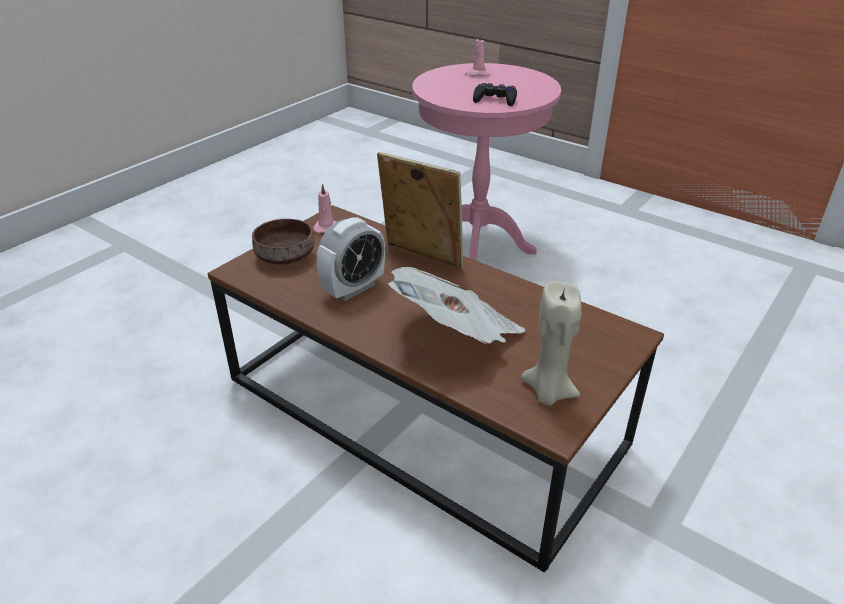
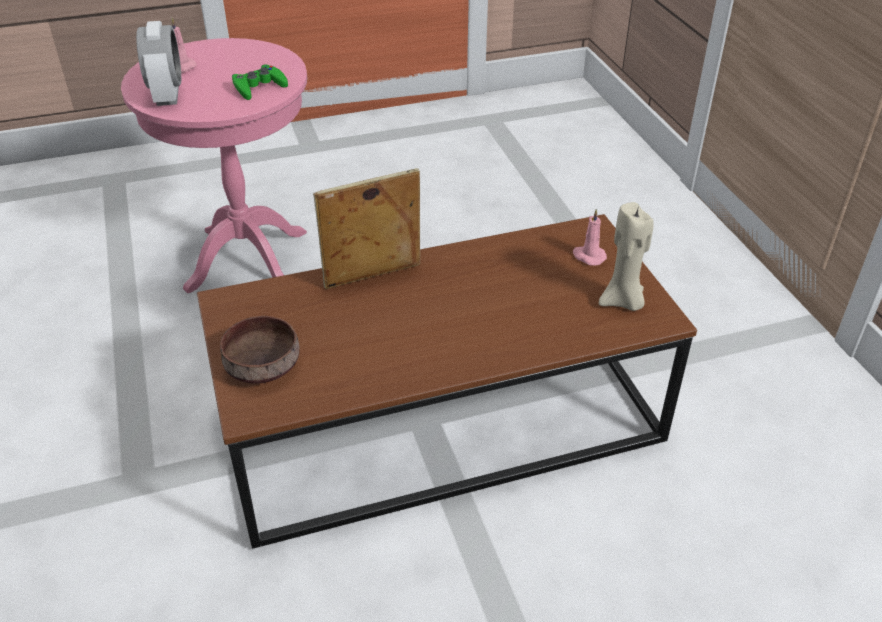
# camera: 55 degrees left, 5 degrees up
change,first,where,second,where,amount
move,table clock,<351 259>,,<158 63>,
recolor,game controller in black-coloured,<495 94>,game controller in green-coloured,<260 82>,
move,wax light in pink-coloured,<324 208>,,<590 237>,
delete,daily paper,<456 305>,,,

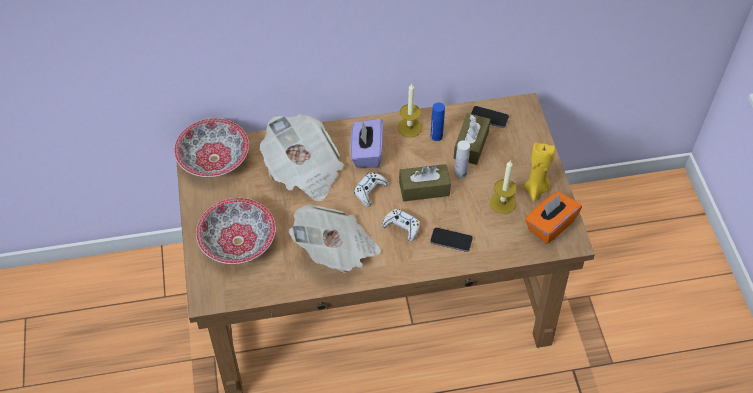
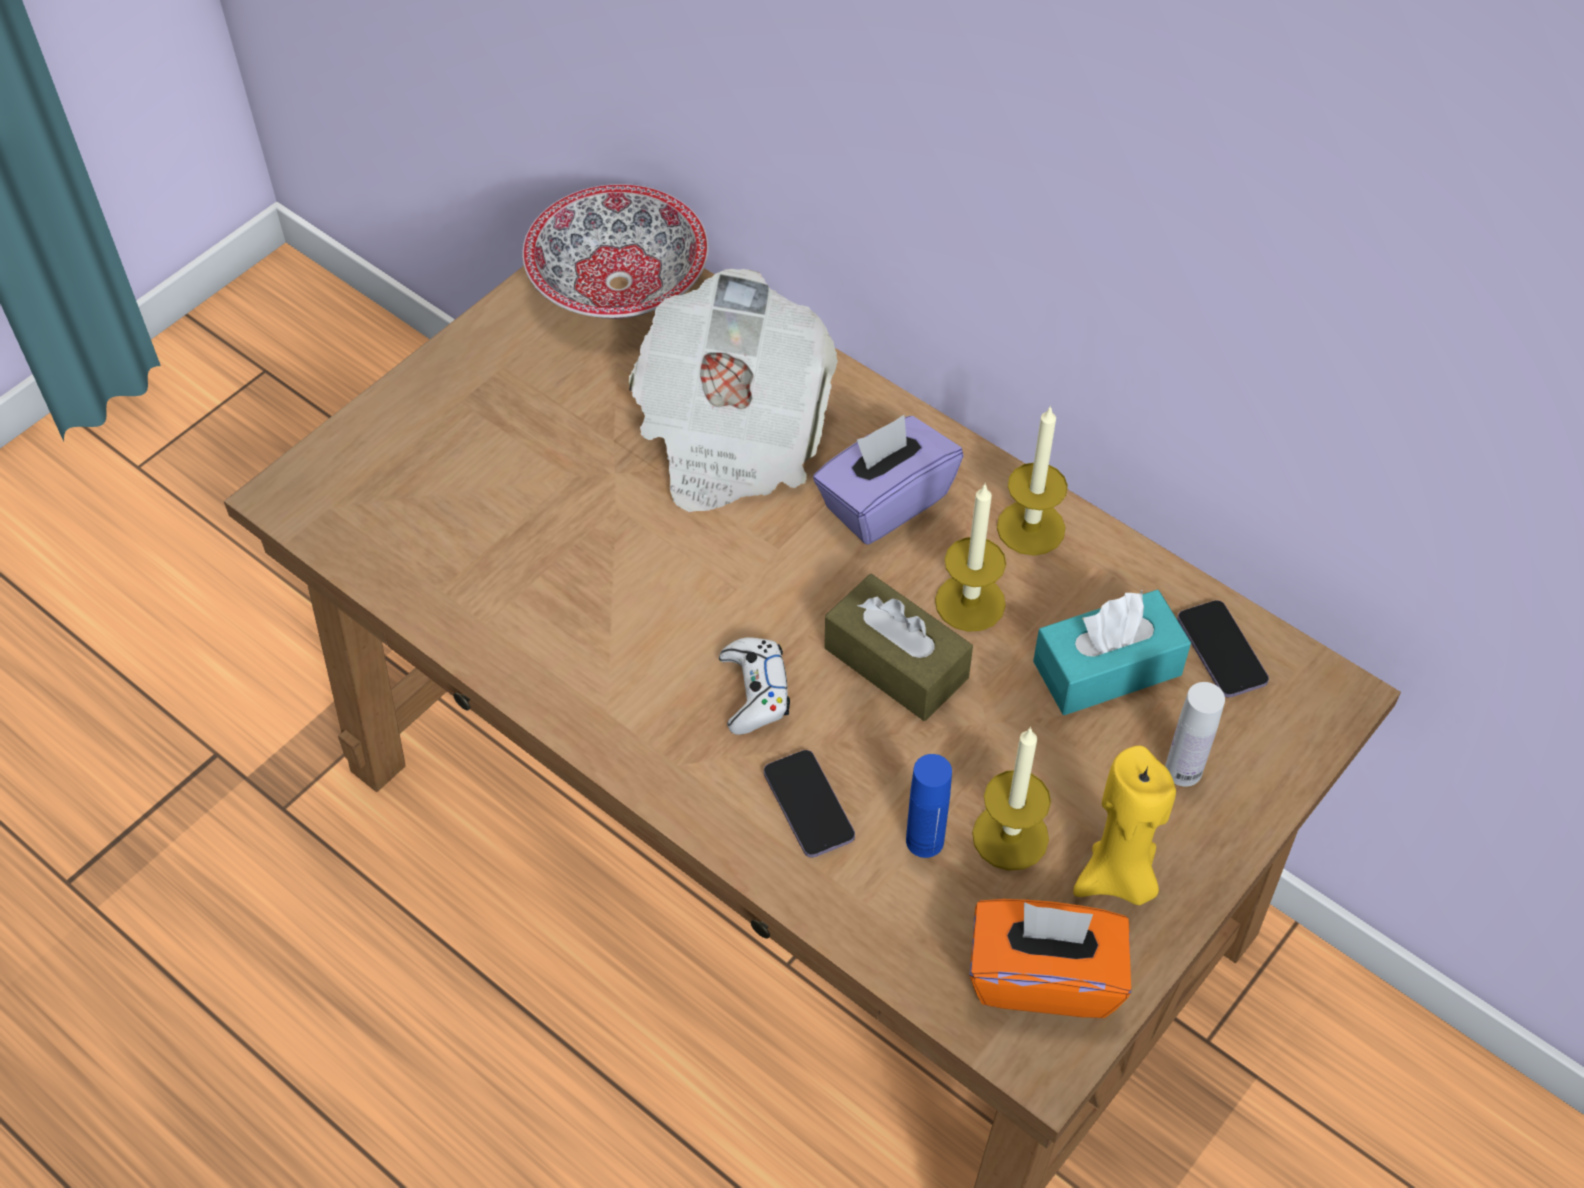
# camera: 50 degrees right, 0 degrees up
change,first,where,second,where,amount
move,bottle in blue-coloured,<437 122>,,<929 806>,
insert,,,wax light,<970 558>,
recolor,tissue box in brown-coloured,<472 139>,tissue box in turquoise,<1112 652>,
move,bottle in white,<462 159>,,<1195 734>,
delete,bowl,<236 231>,,,
delete,daily paper,<334 238>,,,
delete,game controller in white,<371 189>,,,

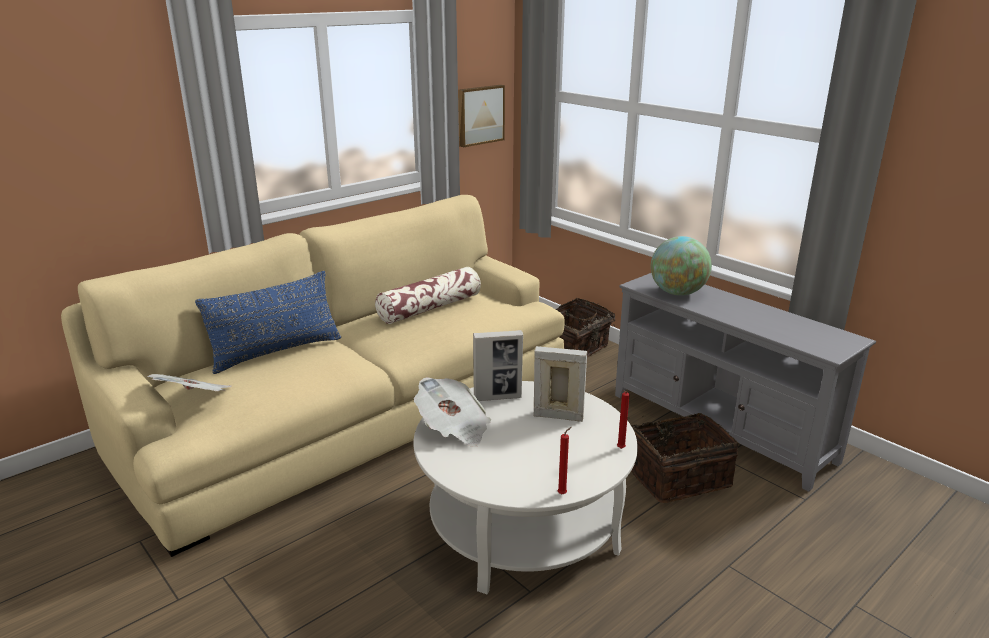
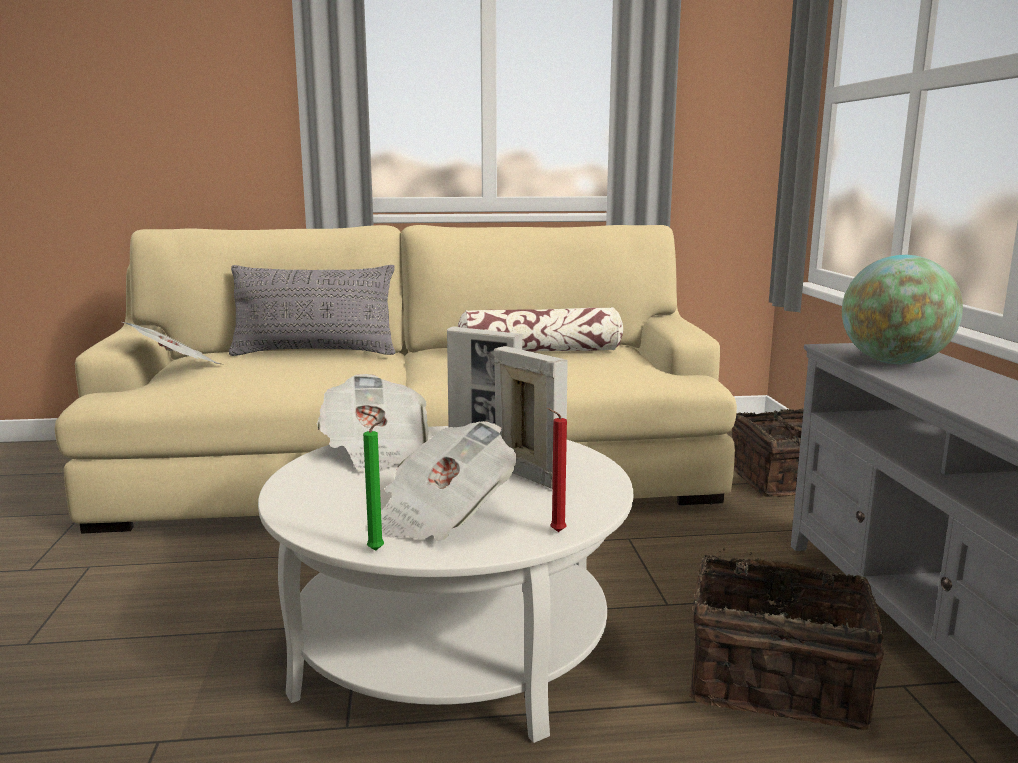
# camera: 35 degrees right, 10 degrees down
change,first,where,second,where,amount
recolor,cushion in blue-coloured,<268 322>,cushion in greyish,<312 310>,
recolor,wax light in reddish,<564 460>,wax light in green-coloured,<374 485>,
insert,,,daily paper,<449 481>,
delete,wall picture,<481 116>,,,

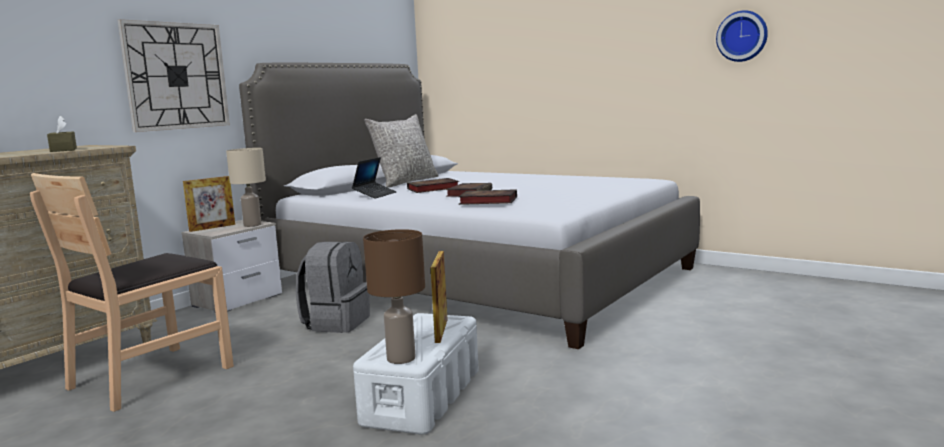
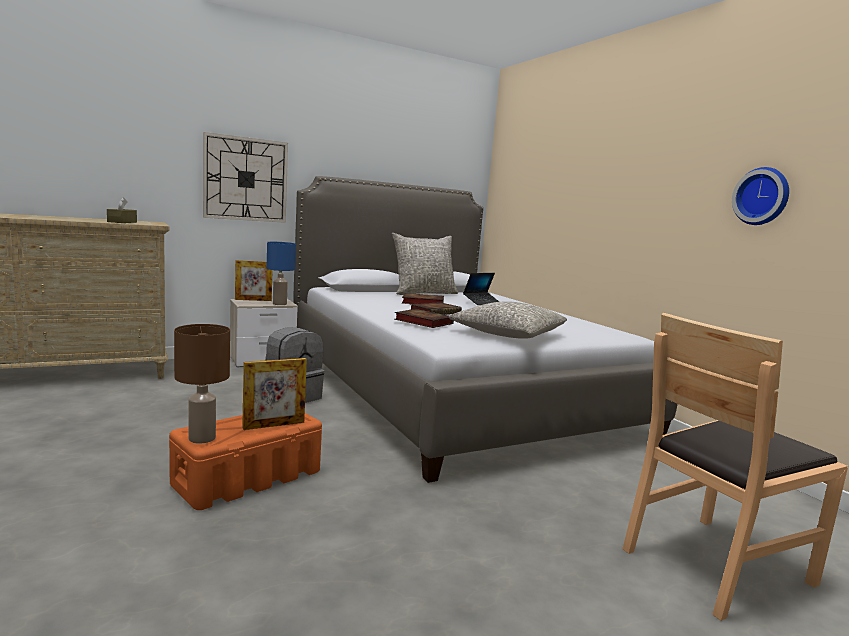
# camera: 25 degrees right, 0 degrees up
change,first,where,second,where,amount
recolor,storage container in white,<416 374>,storage container in orange-coloured,<245 461>,
rotate,photo frame,<439 297>,,<274 394>,150 degrees counterclockwise
recolor,tabletop lamp in sand-coloured,<246 187>,tabletop lamp in blue-coloured,<281 273>,
insert,,,cushion in greyish,<508 320>,
move,laptop,<374 178>,,<481 289>,
move,upright chair in brown-coloured,<132 292>,,<735 467>,

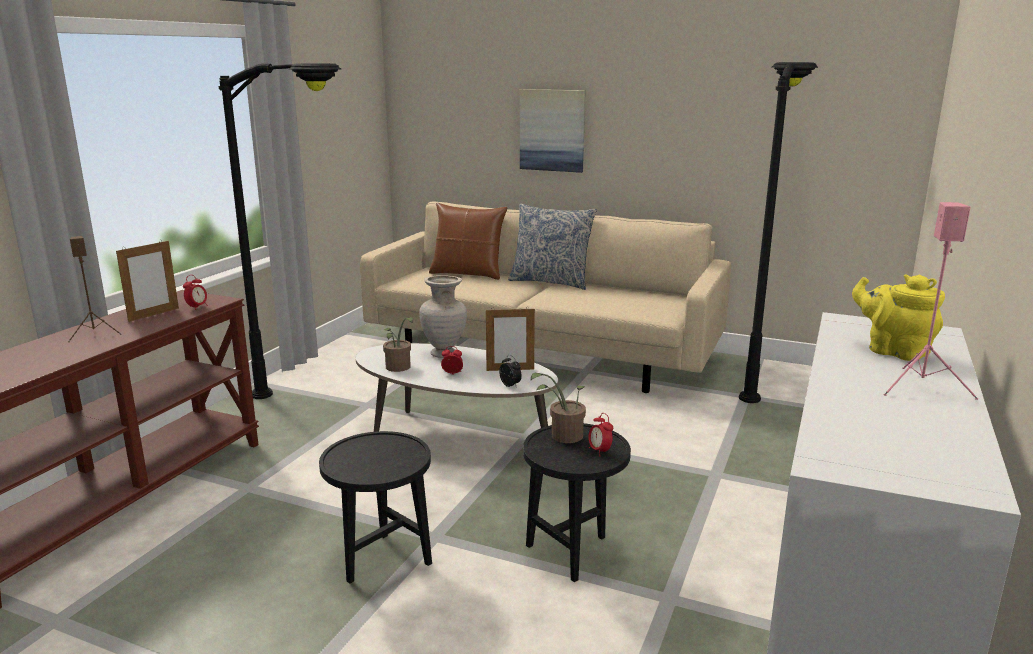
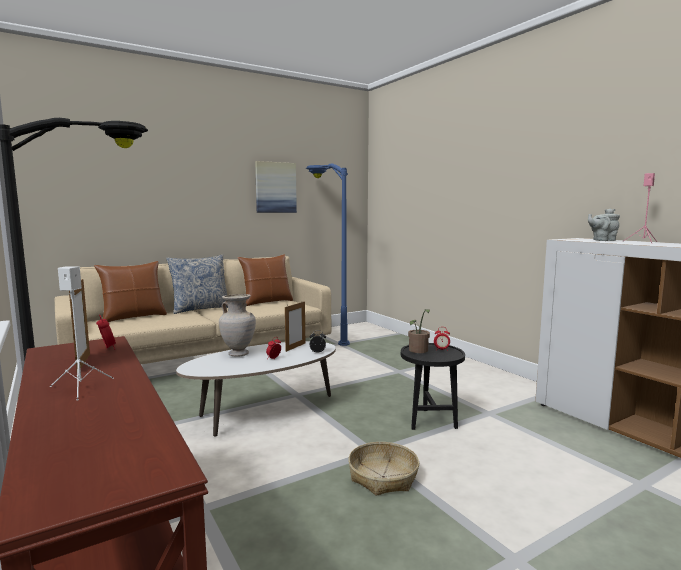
# camera: 55 degrees left, 10 degrees down
change,first,where,second,where,amount
recolor,audio speaker in brown-coloured,<94 289>,audio speaker in white,<82 333>,
insert,,,cushion in brown-coloured,<265 280>,
move,wall picture,<552 131>,,<276 187>,
recolor,standard lamp in black-coloured,<778 232>,standard lamp in blue-coloured,<328 254>,
replace,end table in black-coloured,<375 507>,household basket,<383 469>,
recolor,pot for tea in yellowish,<898 317>,pot for tea in greyish,<604 225>,
delete,plant in a pot,<398 344>,,,

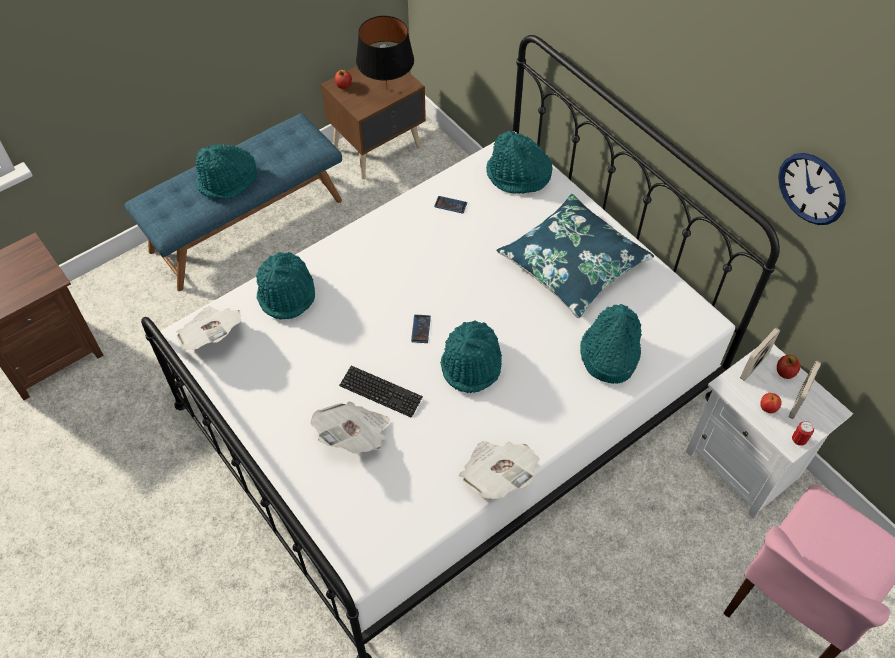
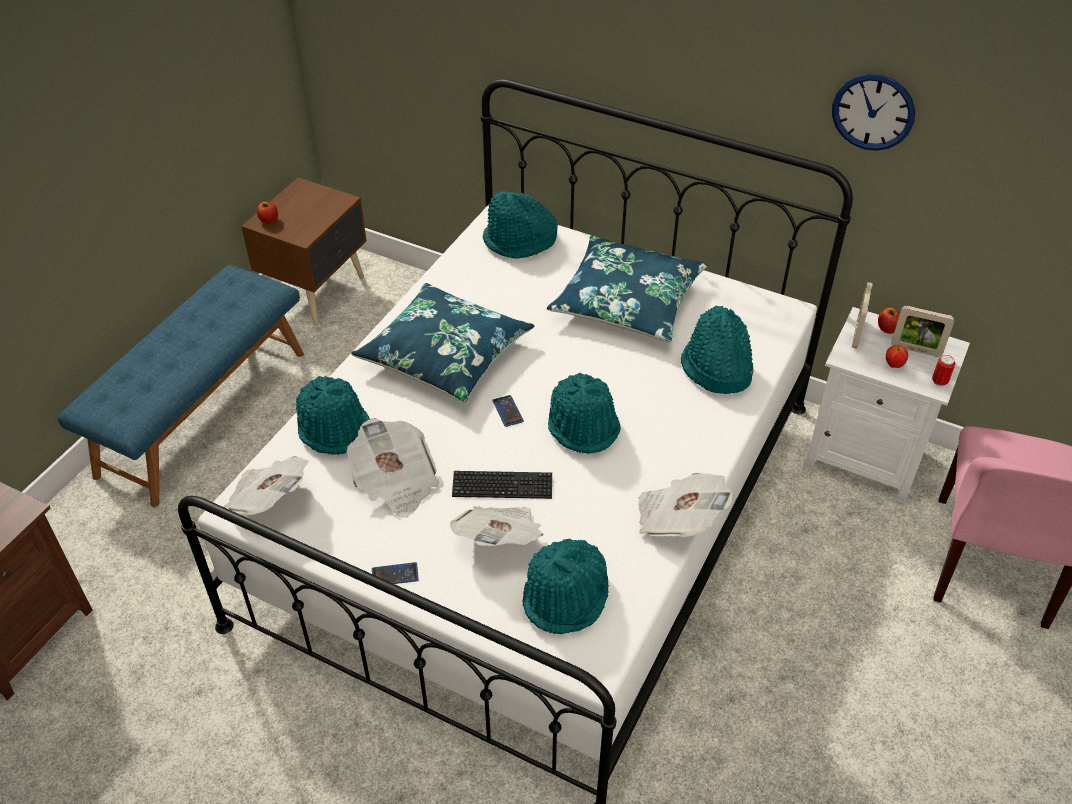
# camera: 25 degrees left, 10 degrees down
change,first,where,second,where,amount
insert,,,daily paper,<393 468>,
insert,,,cushion in blue-coloured,<442 343>,
move,handset,<450 205>,,<395 573>,
move,hat in turquoise,<226 172>,,<566 586>,
rotate,photo frame,<804 390>,,<922 331>,75 degrees counterclockwise
delete,tabletop lamp in black-coloured,<385 53>,,,

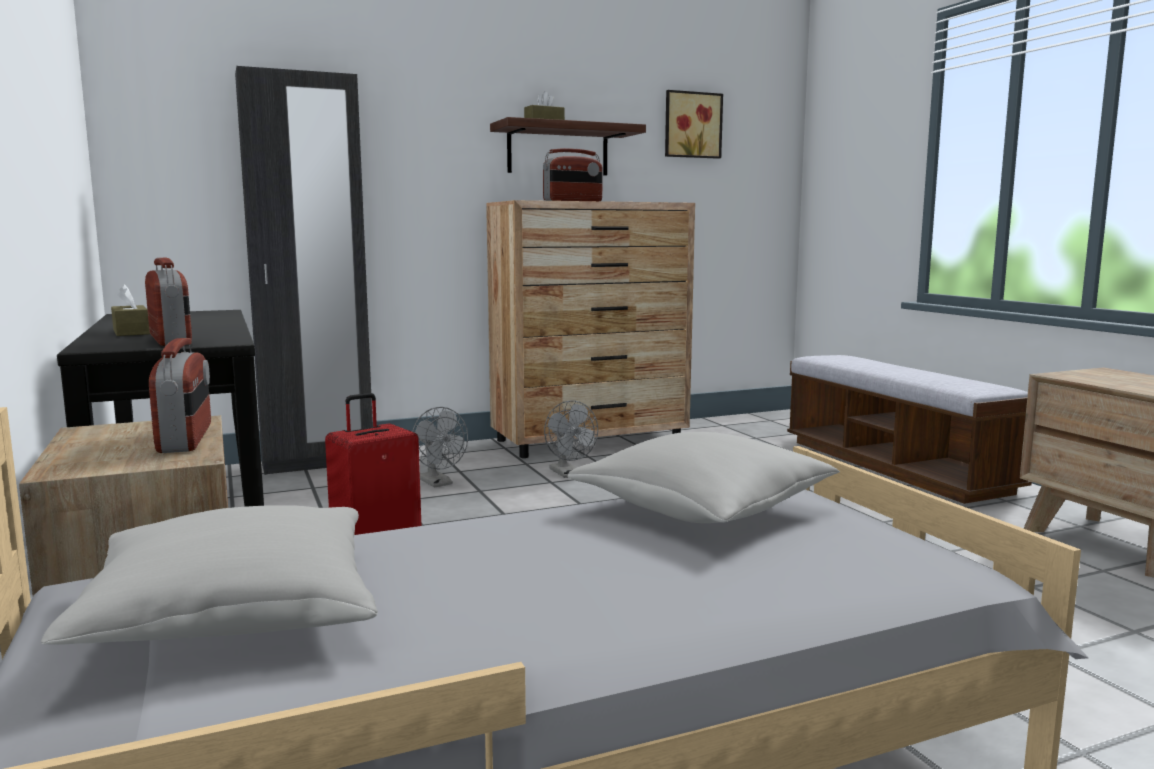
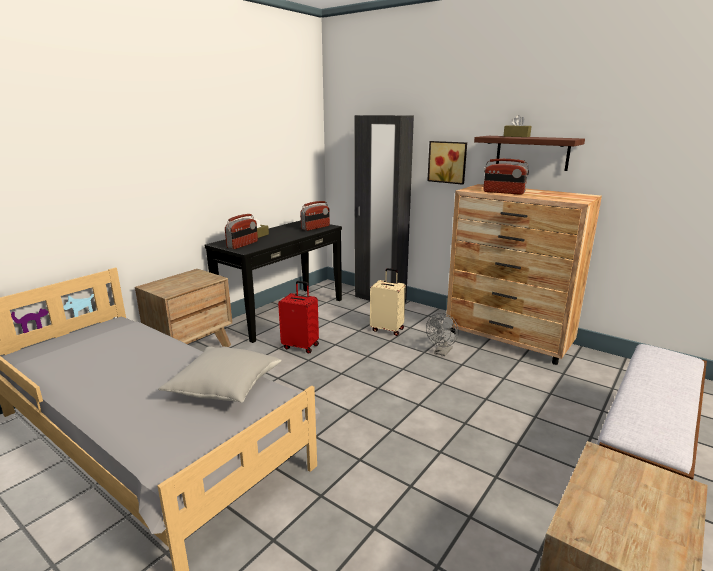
# camera: 60 degrees right, 10 degrees up
change,first,where,second,where,amount
move,radio receiver,<180 395>,,<315 216>,
replace,electric fan in greyish,<440 447>,travel case in sand-coloured,<388 302>,
move,wall picture,<694 124>,,<447 163>,
delete,cushion in greyish,<209 575>,,,

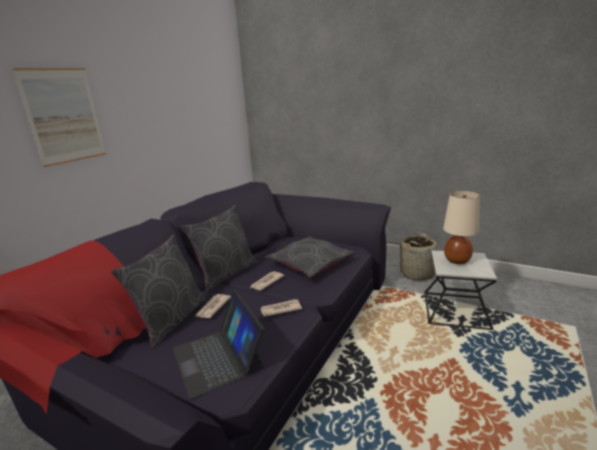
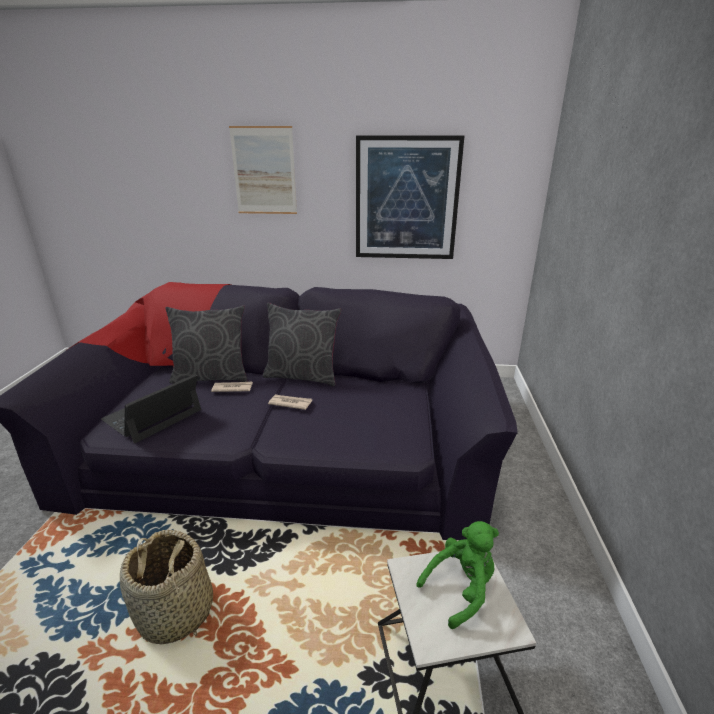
# camera: 65 degrees right, 5 degrees up
change,first,where,second,where,amount
move,household basket,<418 257>,,<166 587>,
insert,,,wall picture,<410 197>,
replace,tabletop lamp in sand-coloured,<461 227>,cuddly toy in green-coloured,<457 575>,
delete,daily paper,<281 308>,,,
delete,cushion in greyish,<310 257>,,,

